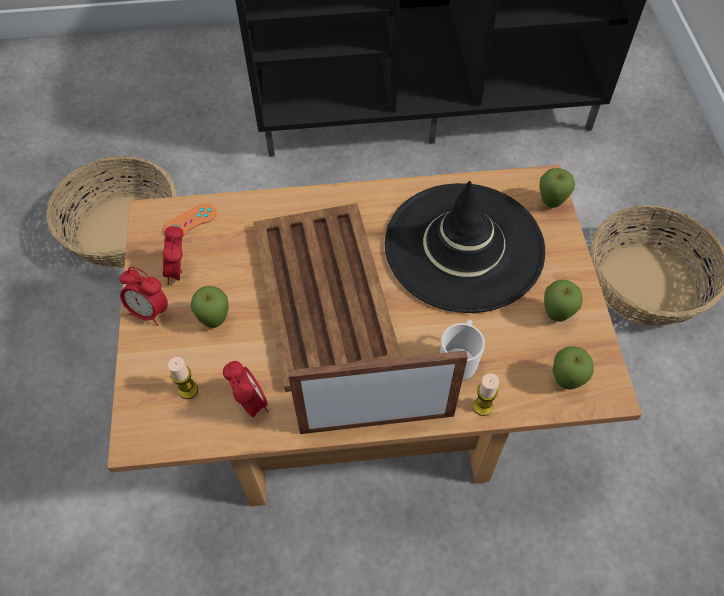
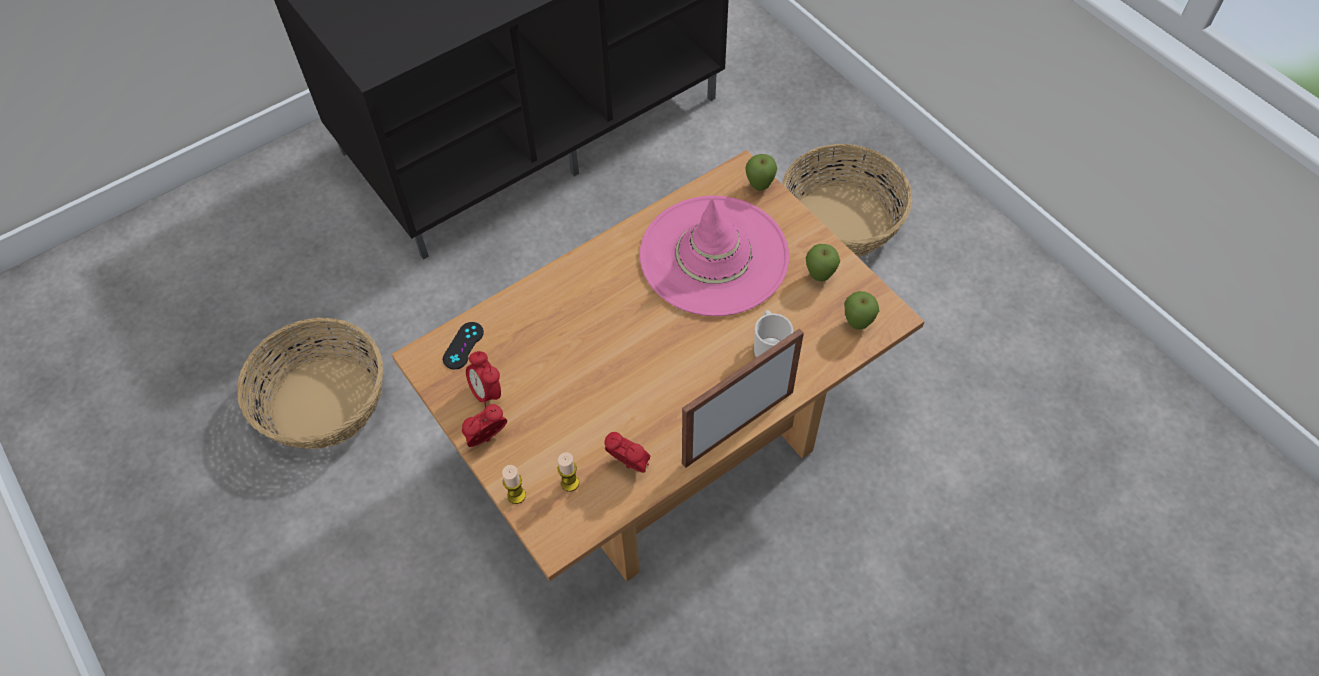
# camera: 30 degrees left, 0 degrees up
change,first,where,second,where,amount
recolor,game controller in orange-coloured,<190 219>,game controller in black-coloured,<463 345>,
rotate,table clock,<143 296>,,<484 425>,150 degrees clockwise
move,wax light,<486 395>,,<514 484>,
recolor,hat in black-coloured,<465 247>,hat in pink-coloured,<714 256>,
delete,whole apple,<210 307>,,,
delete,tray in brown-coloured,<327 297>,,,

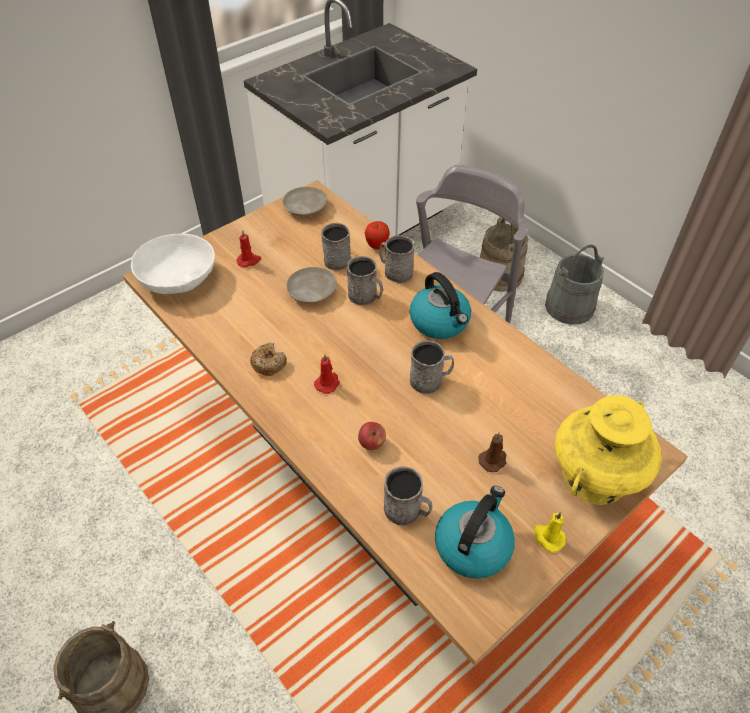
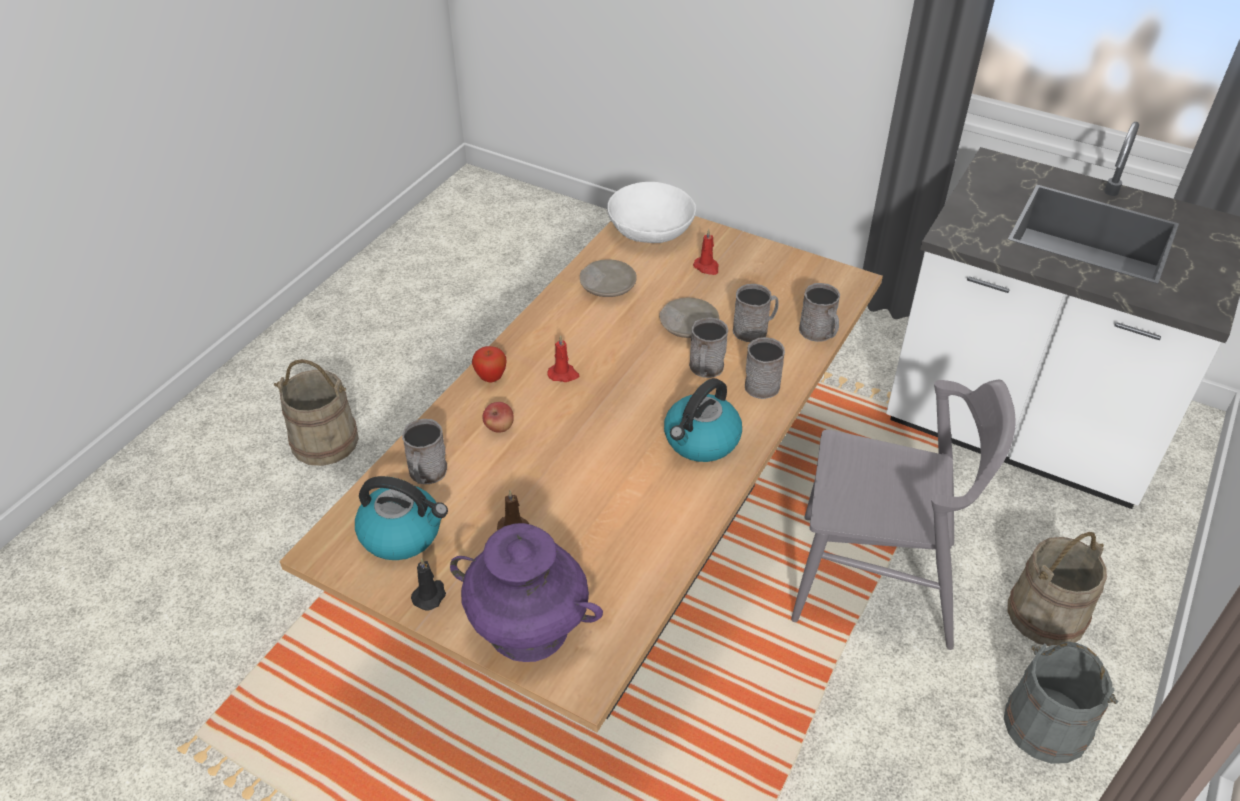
# camera: 70 degrees right, 5 degrees down
change,first,where,second,where,amount
recolor,wax light in yellowish,<550 532>,wax light in black-coloured,<428 584>,
recolor,flower vase in yellowish,<608 450>,flower vase in purple,<526 592>,
move,whole apple,<377 235>,,<489 364>,
move,plate in sand-coloured,<305 201>,,<608 278>,
move,mug in greyish,<431 367>,,<819 312>,
delete,donut,<268 359>,,,

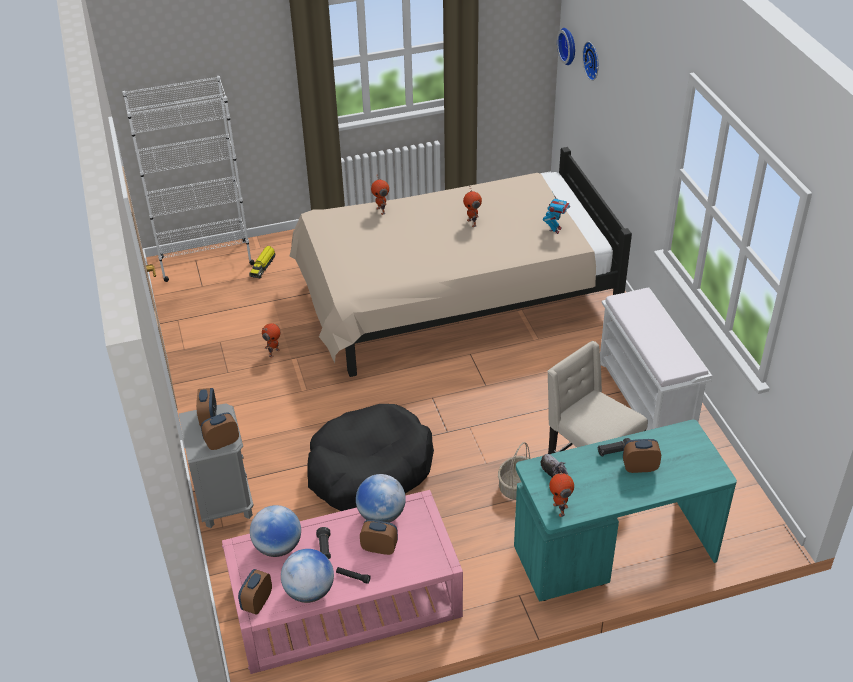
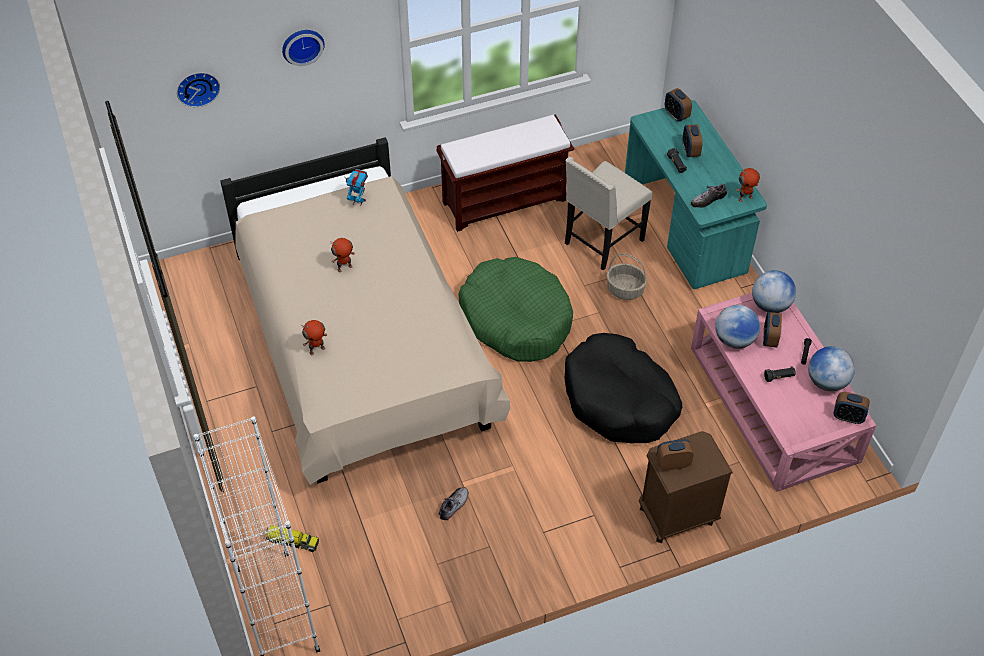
# camera: 95 degrees left, 10 degrees up
change,first,where,second,where,amount
move,wall clock,<566 46>,,<303 48>,
recolor,bench in white,<656 359>,bench in brown-coloured,<505 173>,
replace,toy robot,<271 340>,item of footwear,<454 503>,
insert,,,dog bed in green-coloured,<516 309>,
recolor,nightstand in greyish,<216 466>,nightstand in brown-coloured,<686 487>,
move,table clock,<220 431>,,<678 105>,
move,desk globe,<275 531>,,<774 291>,

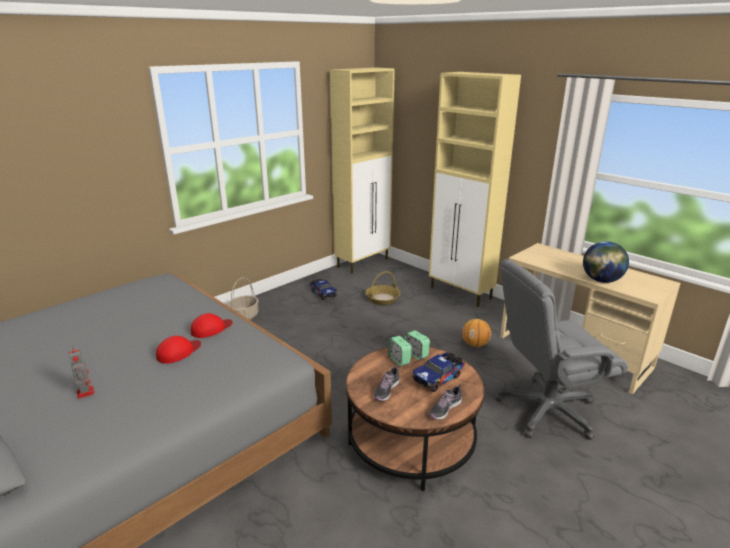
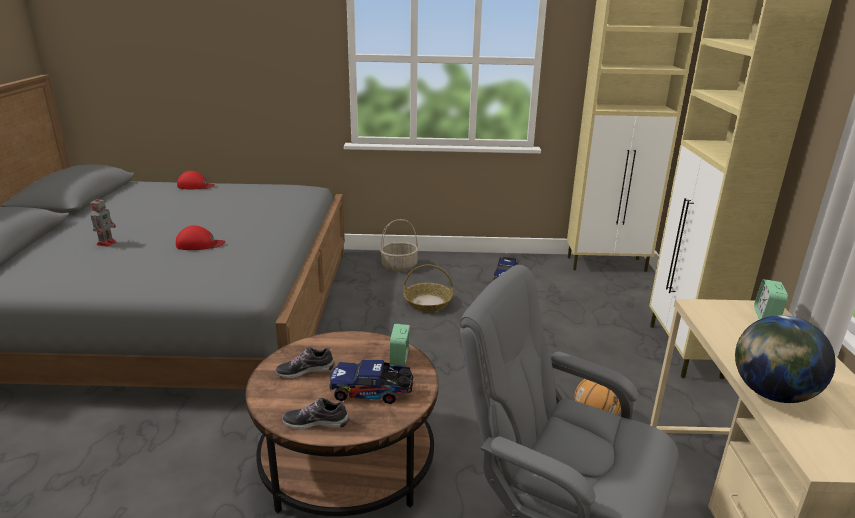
# camera: 45 degrees right, 0 degrees up
change,first,where,second,where,amount
move,baseball cap in reddish,<212 325>,,<196 180>,
move,household basket,<382 288>,,<428 288>,
move,table clock,<400 351>,,<771 299>,

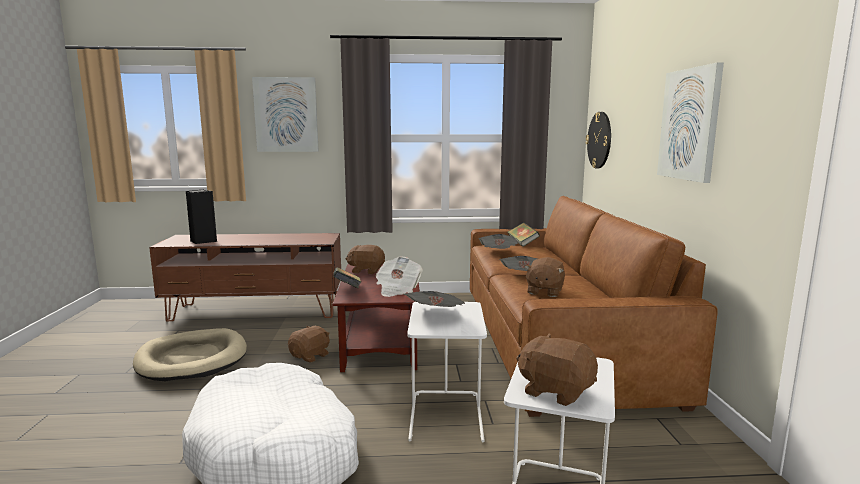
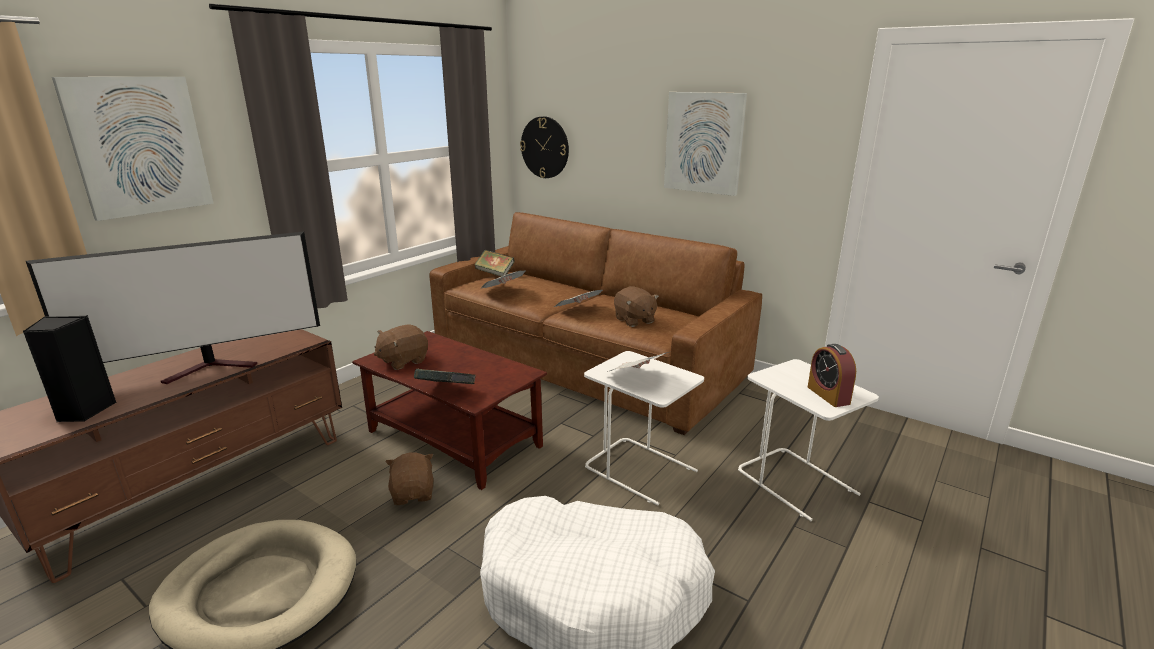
# camera: 50 degrees left, 10 degrees up
change,first,where,second,where,amount
insert,,,TV,<173 308>,
replace,cuddly toy in brown-coloured,<557 369>,table clock,<832 375>,
delete,daily paper,<399 276>,,,

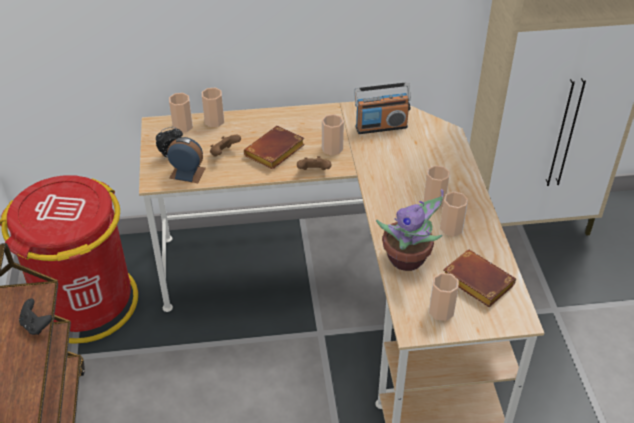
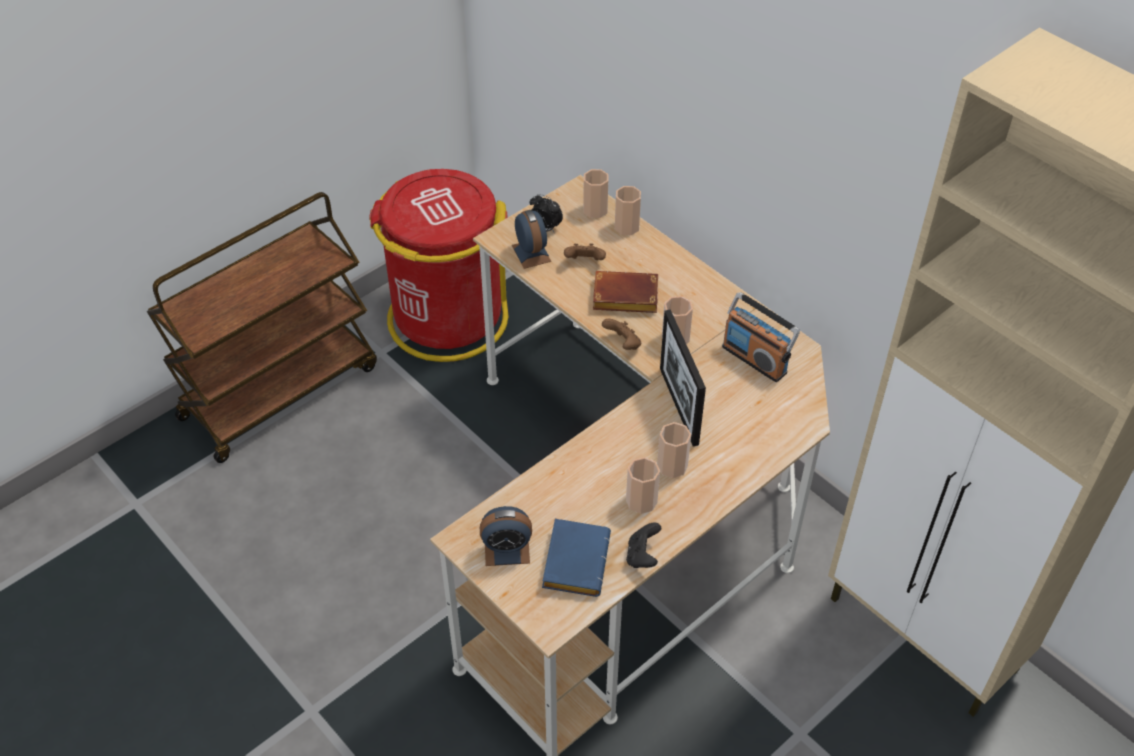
# camera: 55 degrees right, 5 degrees up
change,first,where,second,where,amount
replace,cup,<444 297>,table clock,<506 536>,
recolor,bound book in brown-coloured,<479 278>,bound book in blue-coloured,<576 558>,
move,game controller in black-coloured,<35 317>,,<643 545>,
insert,,,photo frame,<683 378>,
delete,plant in a pot,<410 230>,,,

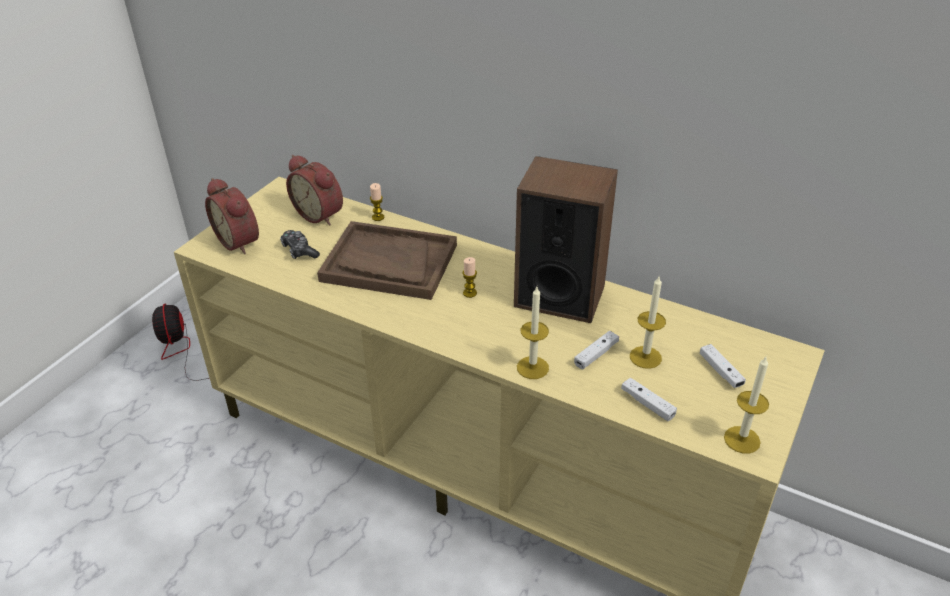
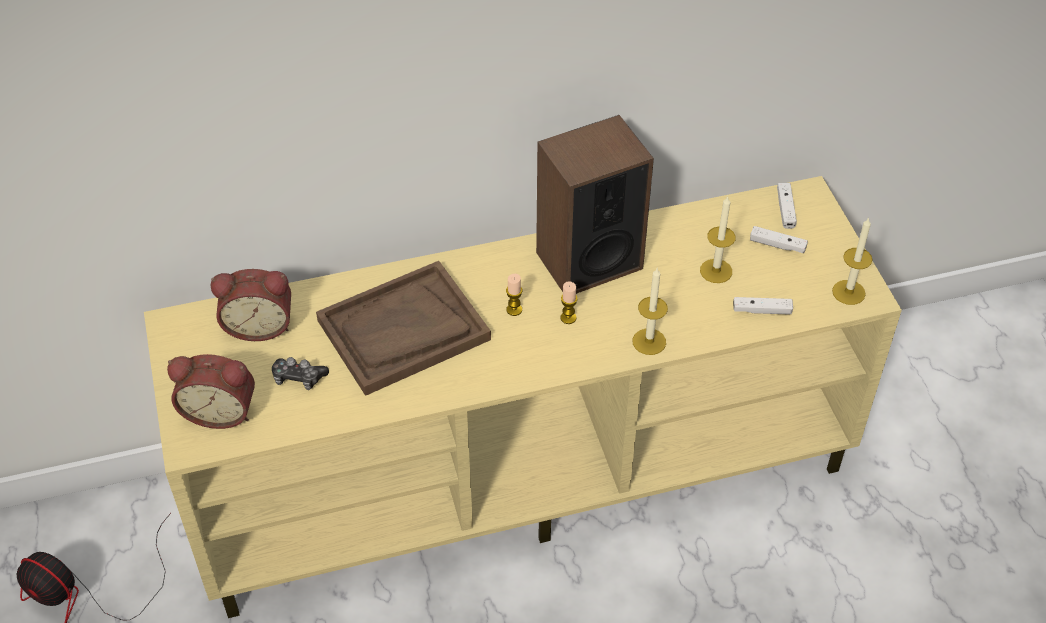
# camera: 45 degrees left, 10 degrees up
change,first,where,second,where,amount
move,wax light,<377 202>,,<569 302>,
move,game controller in white,<596 350>,,<787 206>,

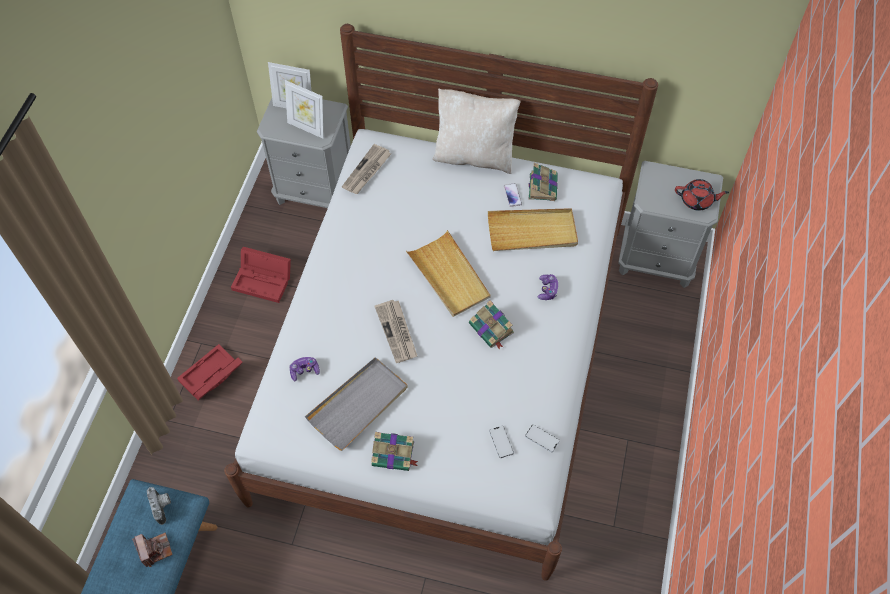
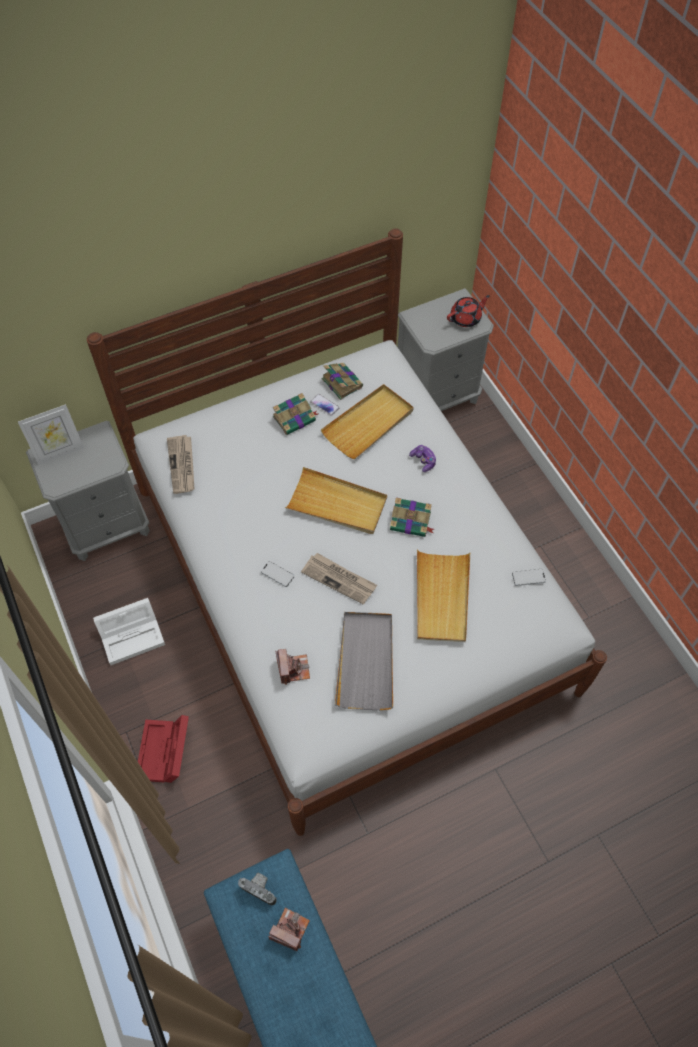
# camera: 40 degrees left, 0 degrees up
change,first,where,second,where,amount
recolor,storage container in reddish,<261 275>,storage container in white,<129 631>,
move,handset,<501 442>,,<278 574>,
move,bound book,<394 451>,,<295 414>,
replace,game controller,<305 369>,photo camera,<293 667>,
insert,,,tray in sand-coloured,<443 595>,
delete,photo frame,<304 109>,,,
delete,cushion in sand-coloured,<476 131>,,,

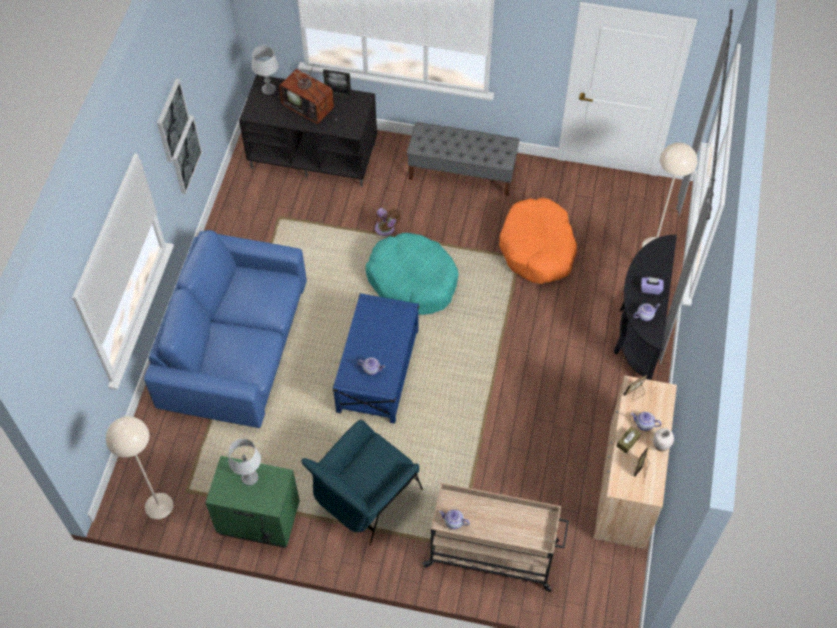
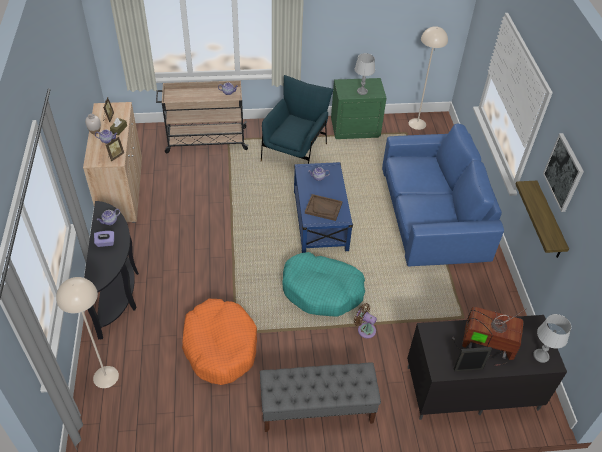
# camera: 160 degrees right, 10 degrees down
change,first,where,second,where,amount
insert,,,tray in brown-coloured,<323 207>,
replace,wall picture,<187 155>,shelf,<542 219>,

